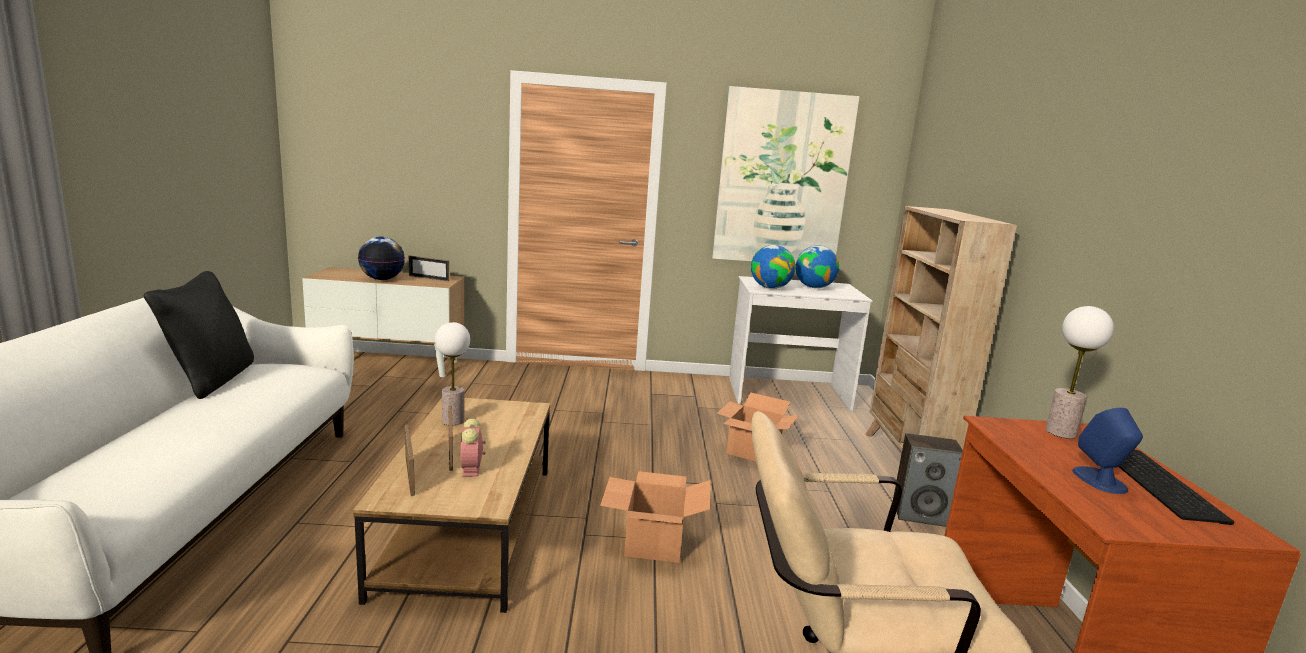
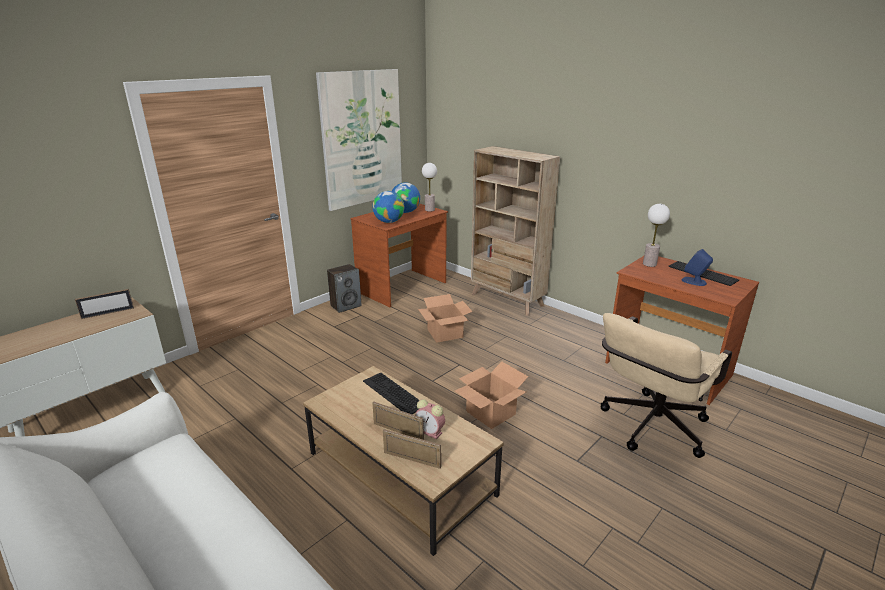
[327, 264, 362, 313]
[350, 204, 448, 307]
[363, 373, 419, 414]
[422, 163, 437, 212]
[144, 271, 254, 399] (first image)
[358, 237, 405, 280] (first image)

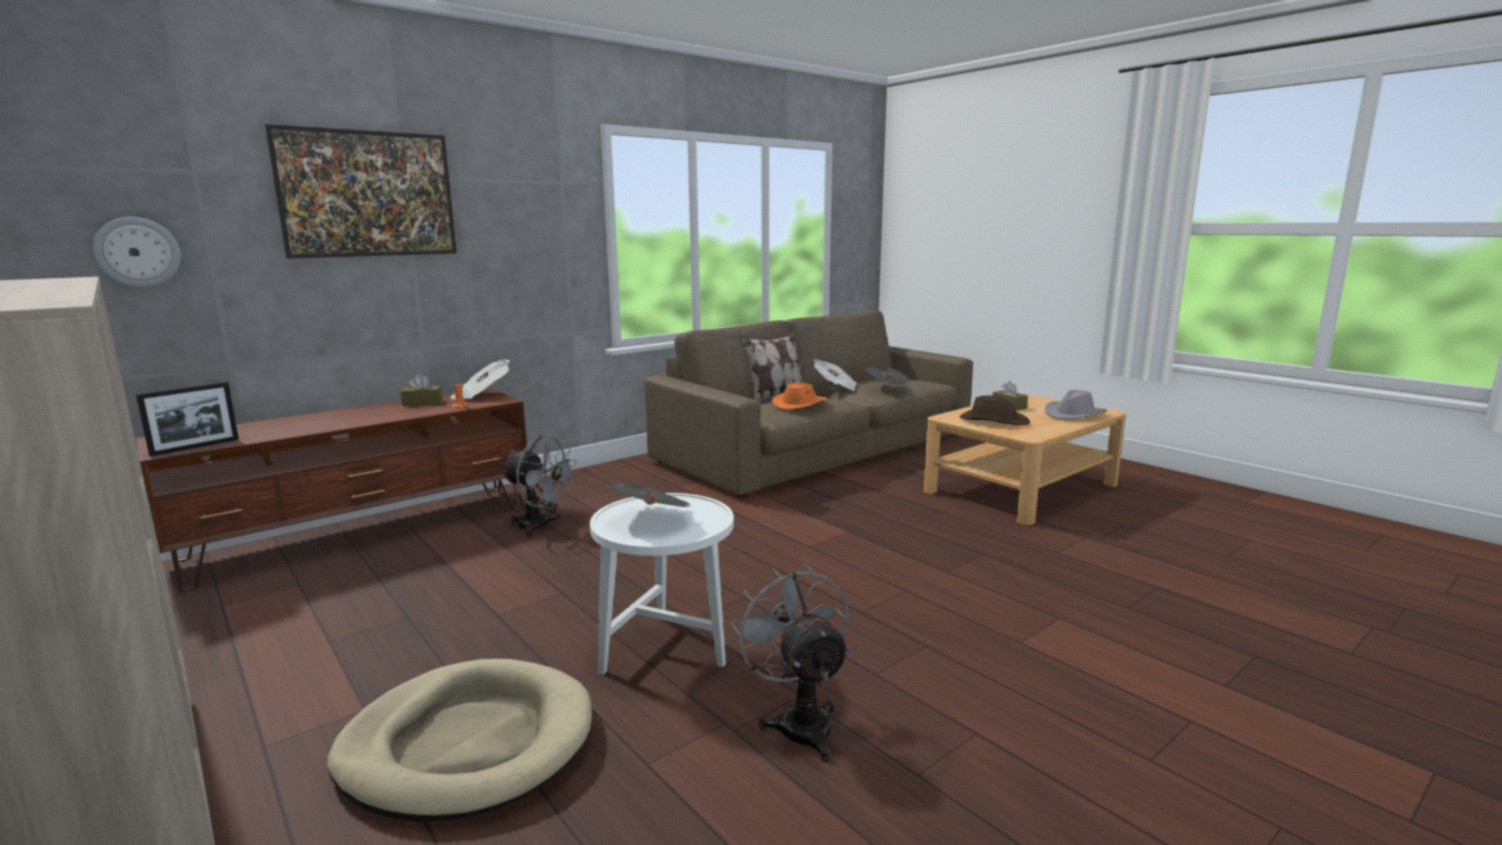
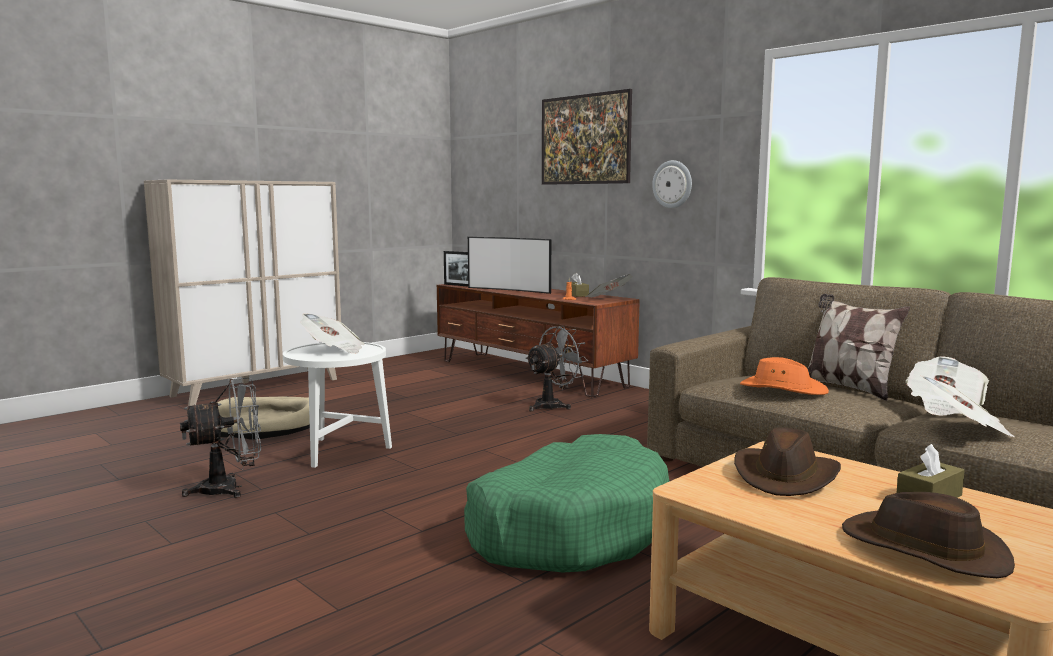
[464, 434, 670, 573]
[468, 237, 551, 294]
[525, 326, 588, 412]
[652, 160, 692, 208]
[842, 492, 1015, 578]

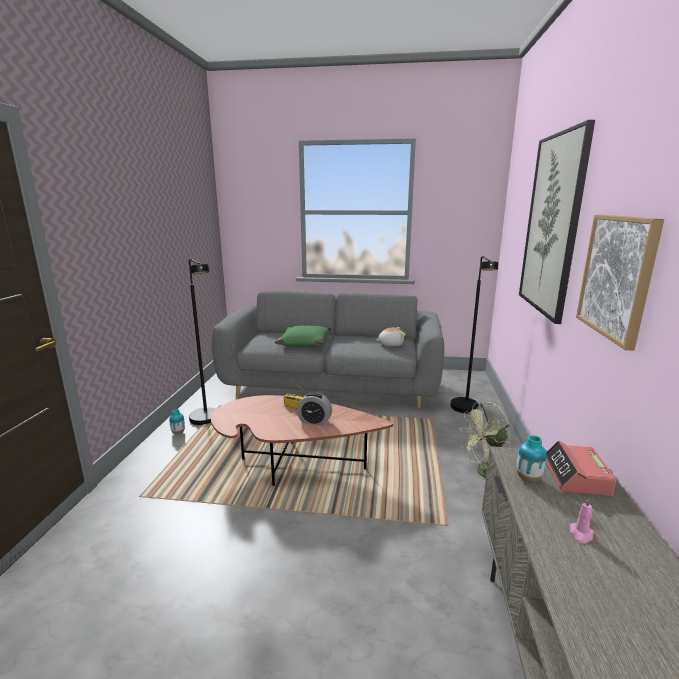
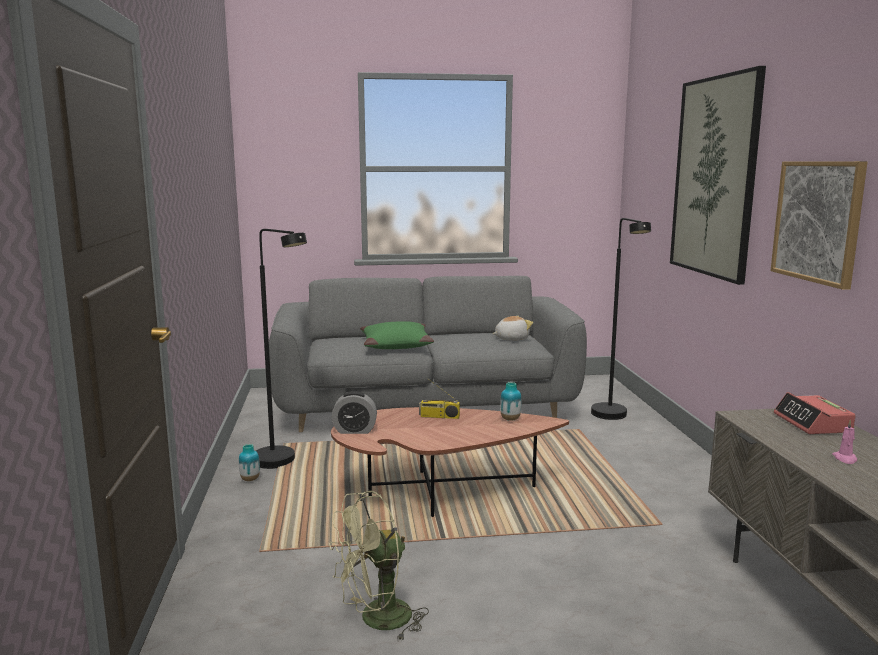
[329, 491, 429, 642]
[332, 391, 377, 434]
[500, 382, 521, 421]

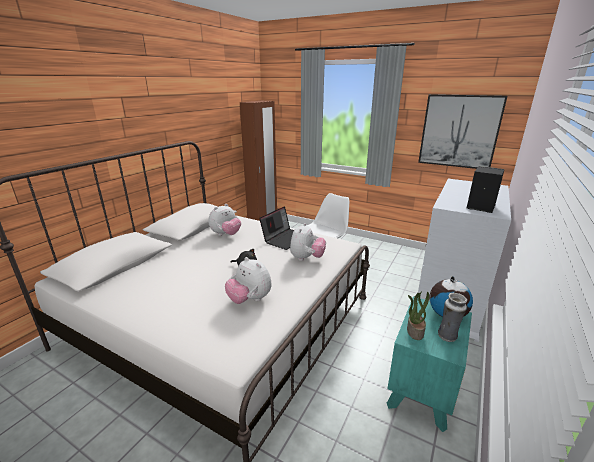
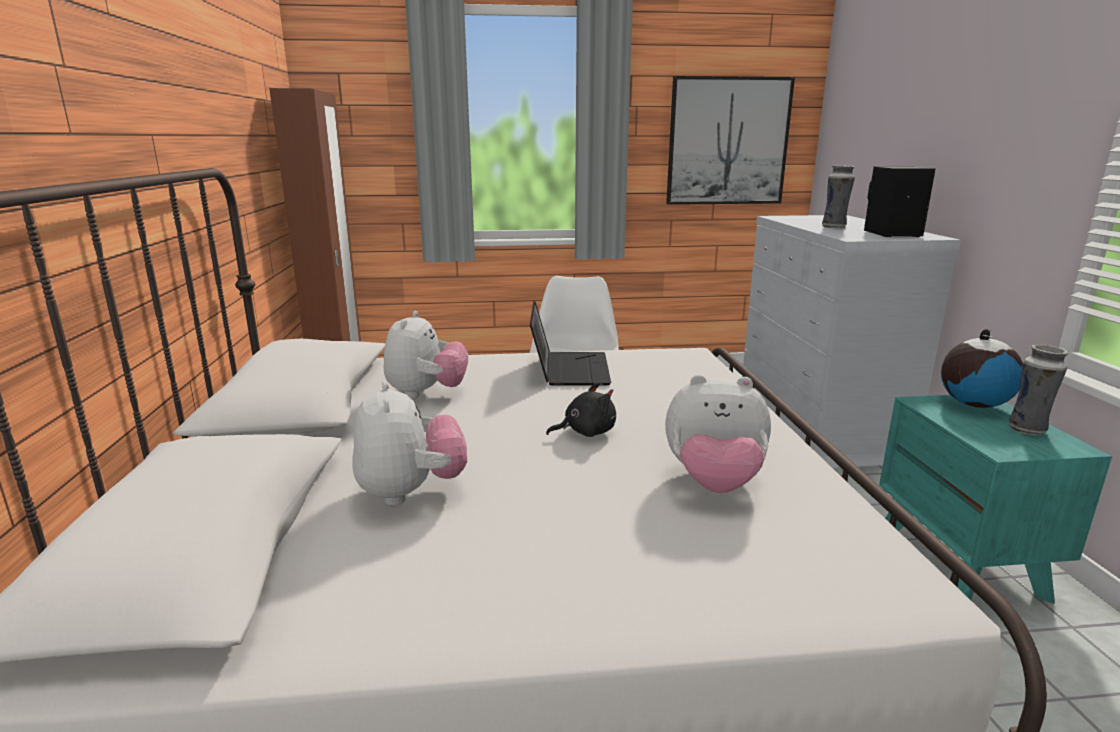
[352, 381, 467, 506]
[822, 165, 855, 229]
[407, 291, 429, 340] (first image)

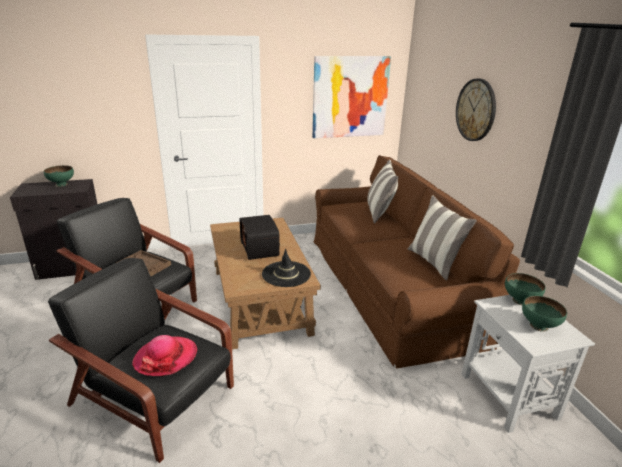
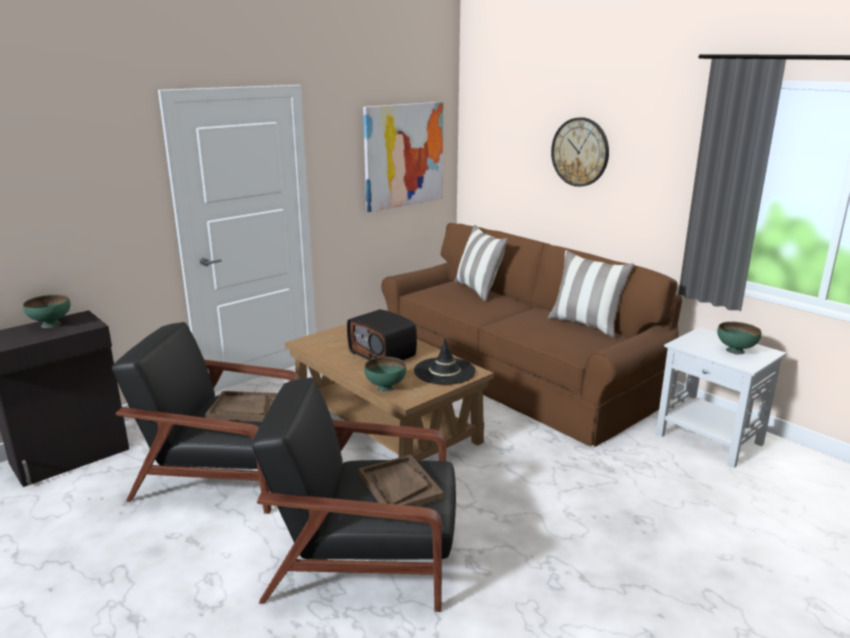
[359, 455, 444, 507]
[364, 357, 406, 392]

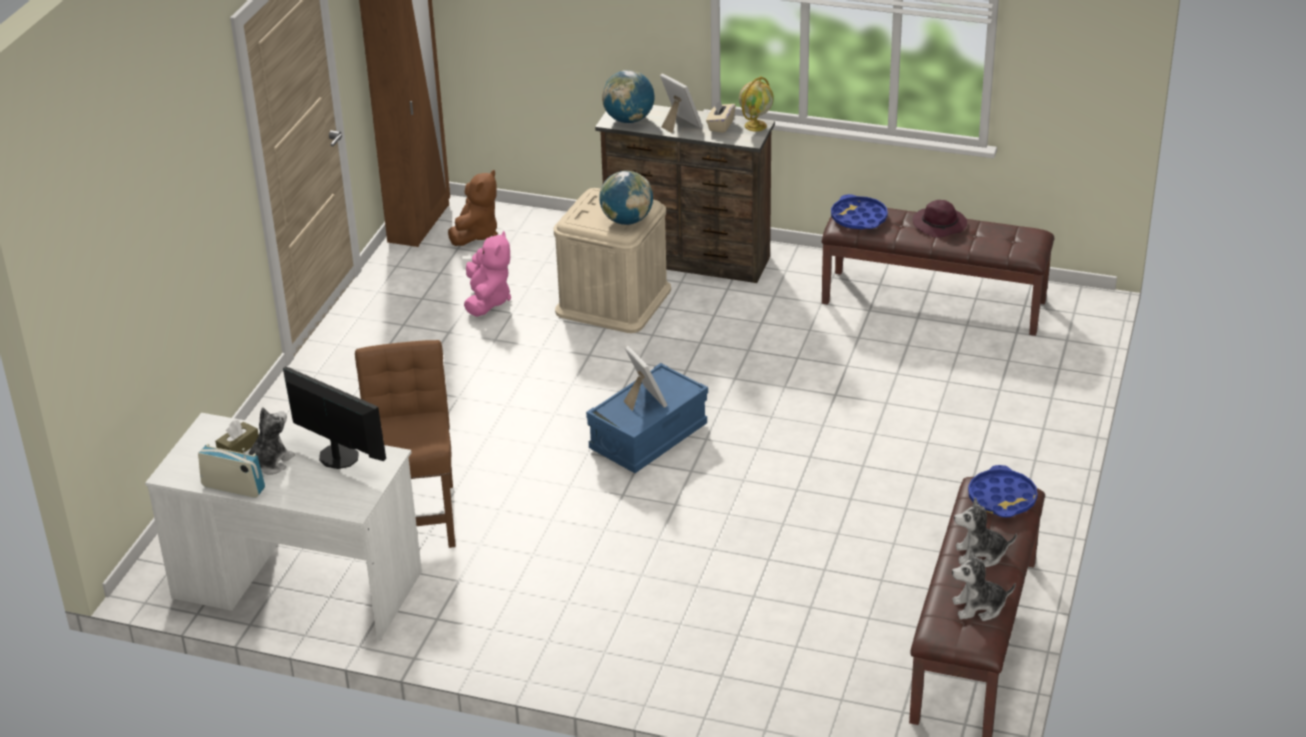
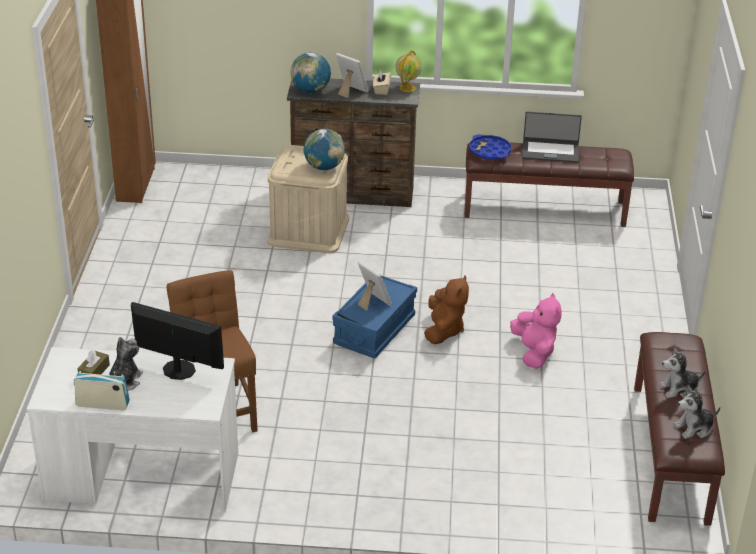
[424, 275, 469, 344]
[510, 293, 562, 369]
[522, 112, 582, 163]
[968, 465, 1038, 517] (first image)

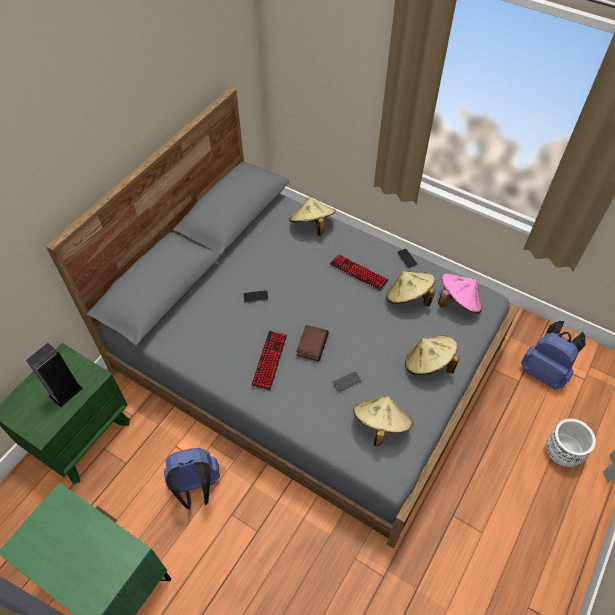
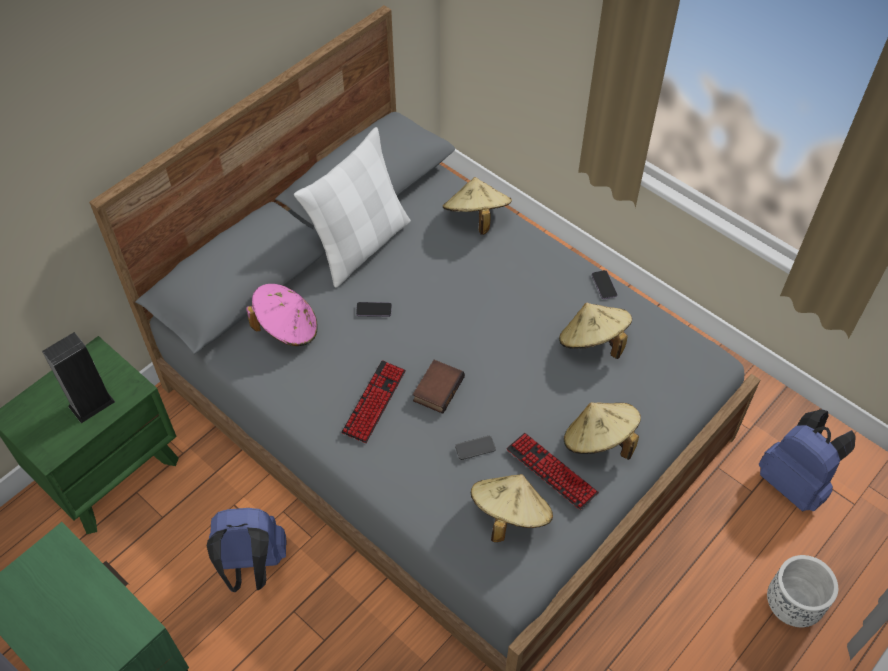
[246, 284, 318, 346]
[294, 127, 411, 288]
[506, 433, 599, 510]

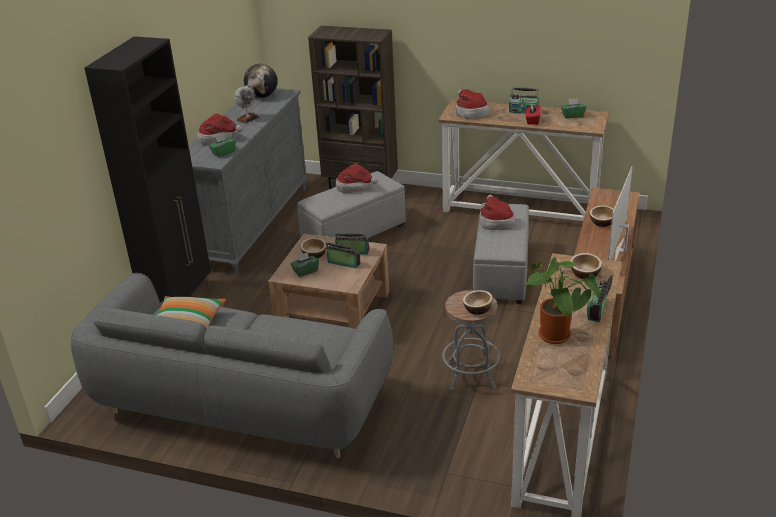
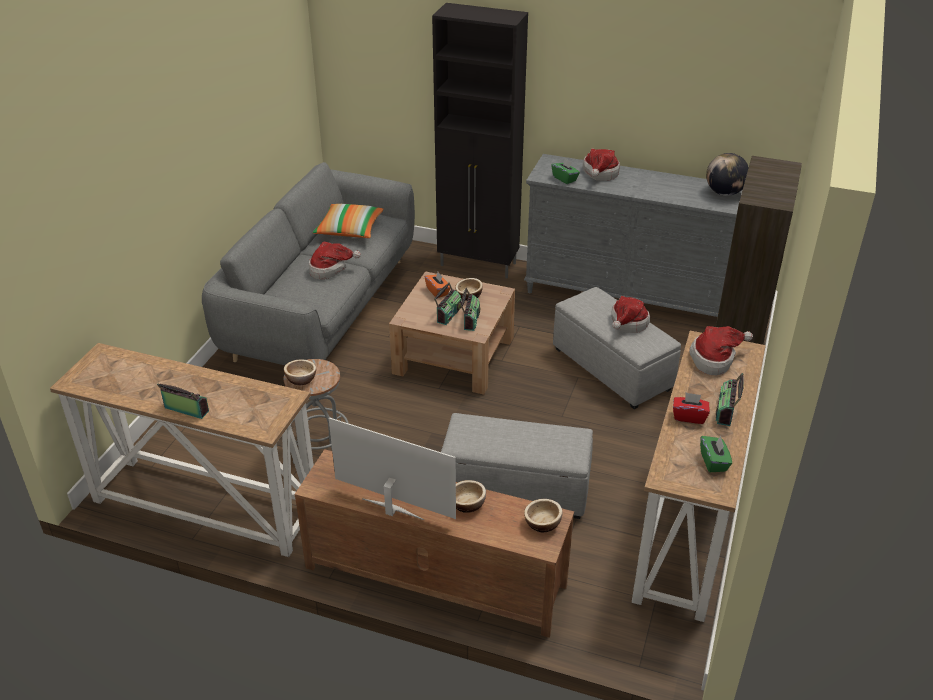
[309, 242, 361, 280]
[425, 272, 450, 298]
[524, 499, 563, 533]
[234, 85, 259, 124] (first image)
[526, 257, 600, 344] (first image)

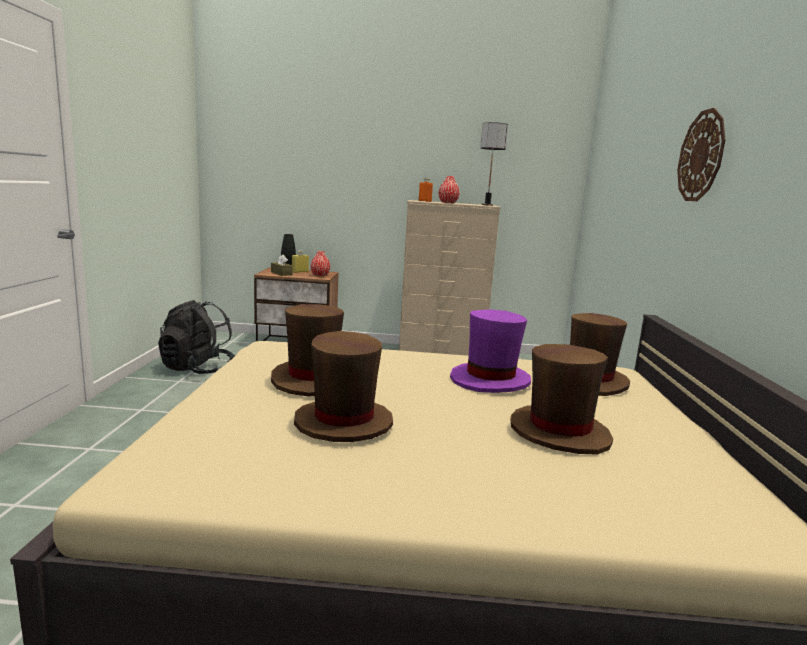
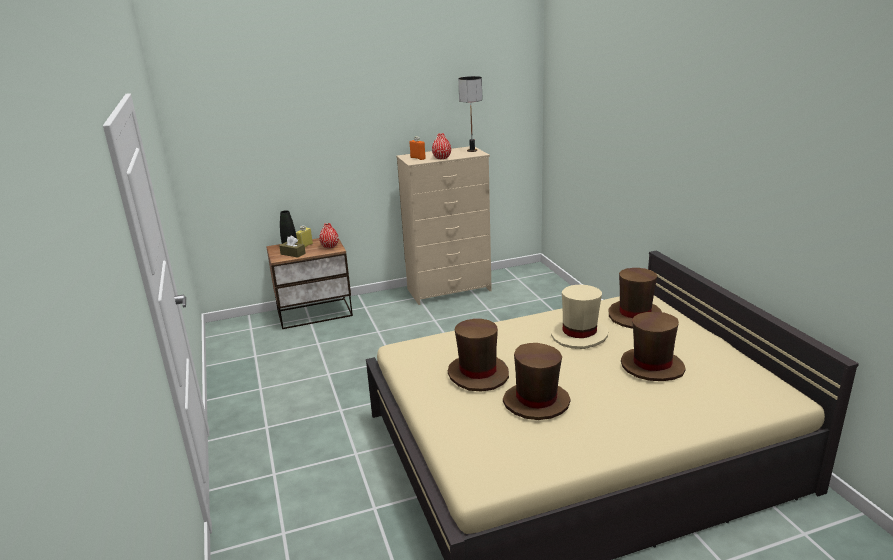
[551, 284, 608, 349]
[158, 300, 236, 374] (first image)
[677, 108, 725, 201] (first image)

